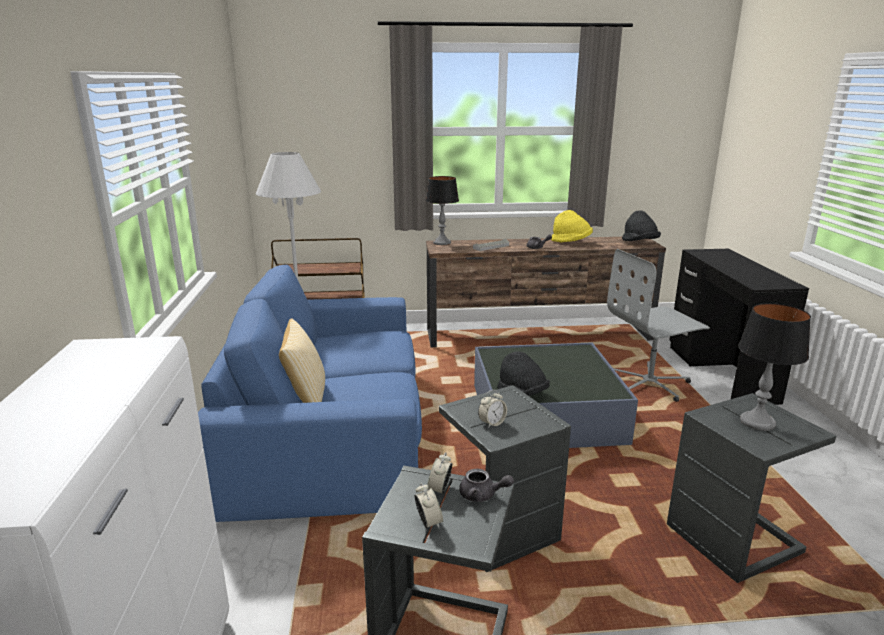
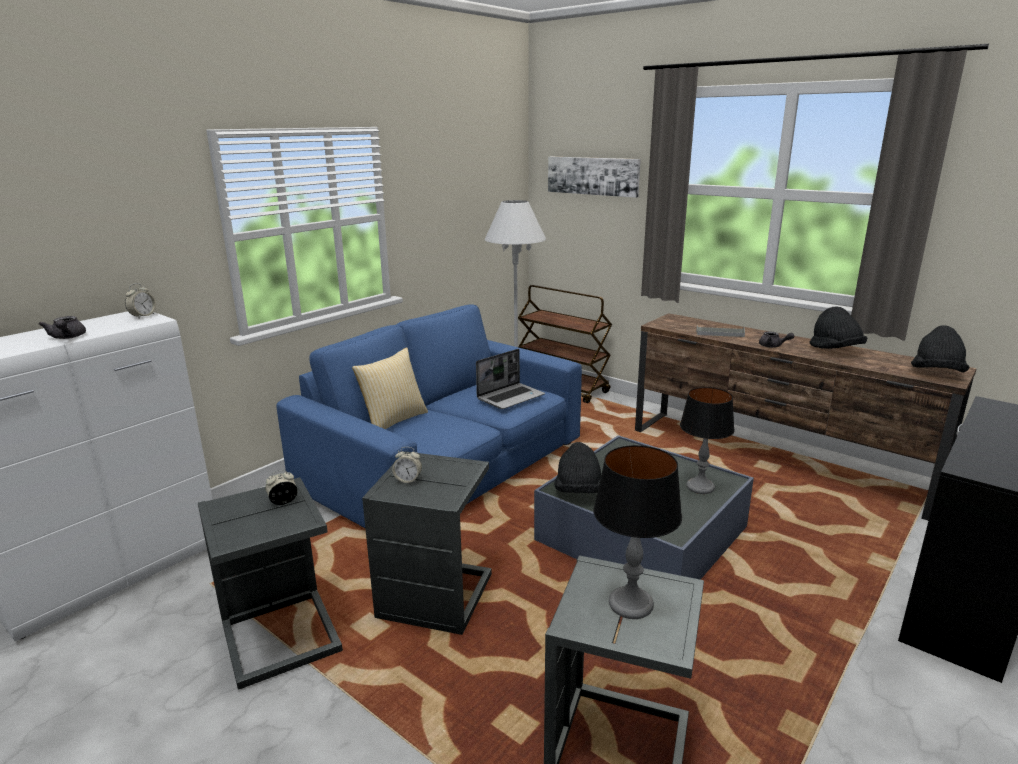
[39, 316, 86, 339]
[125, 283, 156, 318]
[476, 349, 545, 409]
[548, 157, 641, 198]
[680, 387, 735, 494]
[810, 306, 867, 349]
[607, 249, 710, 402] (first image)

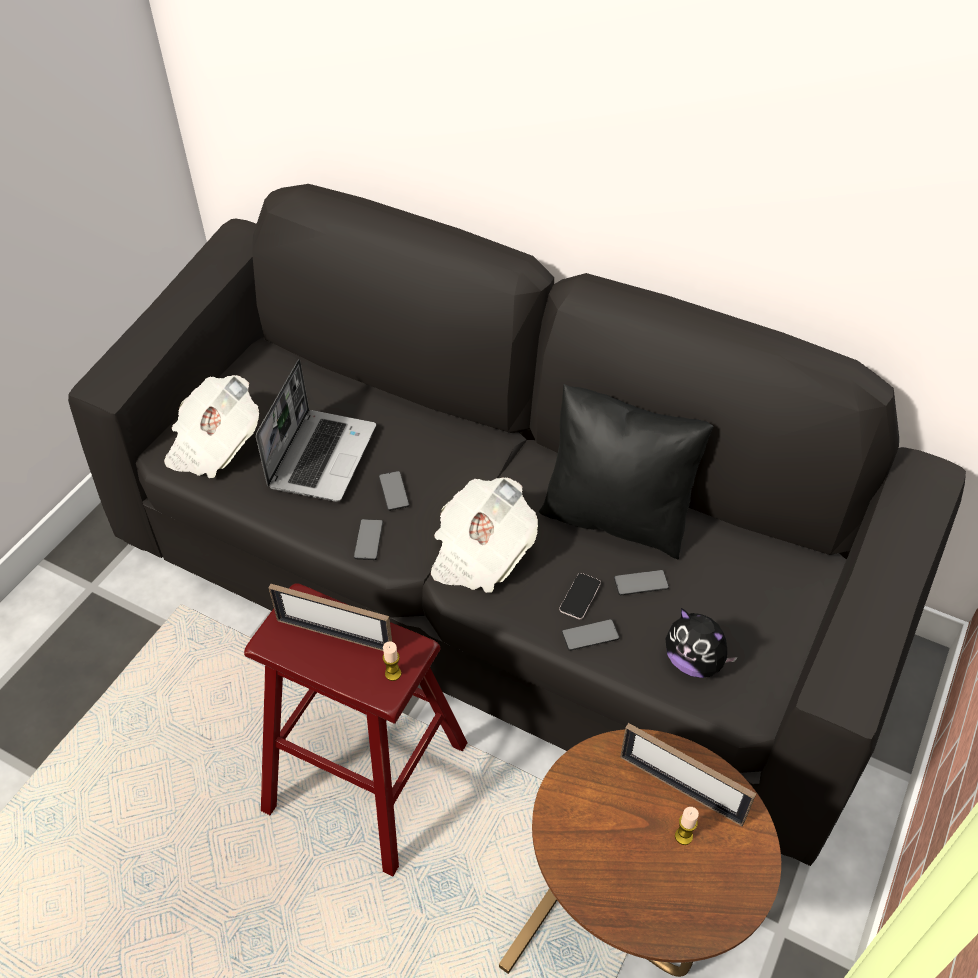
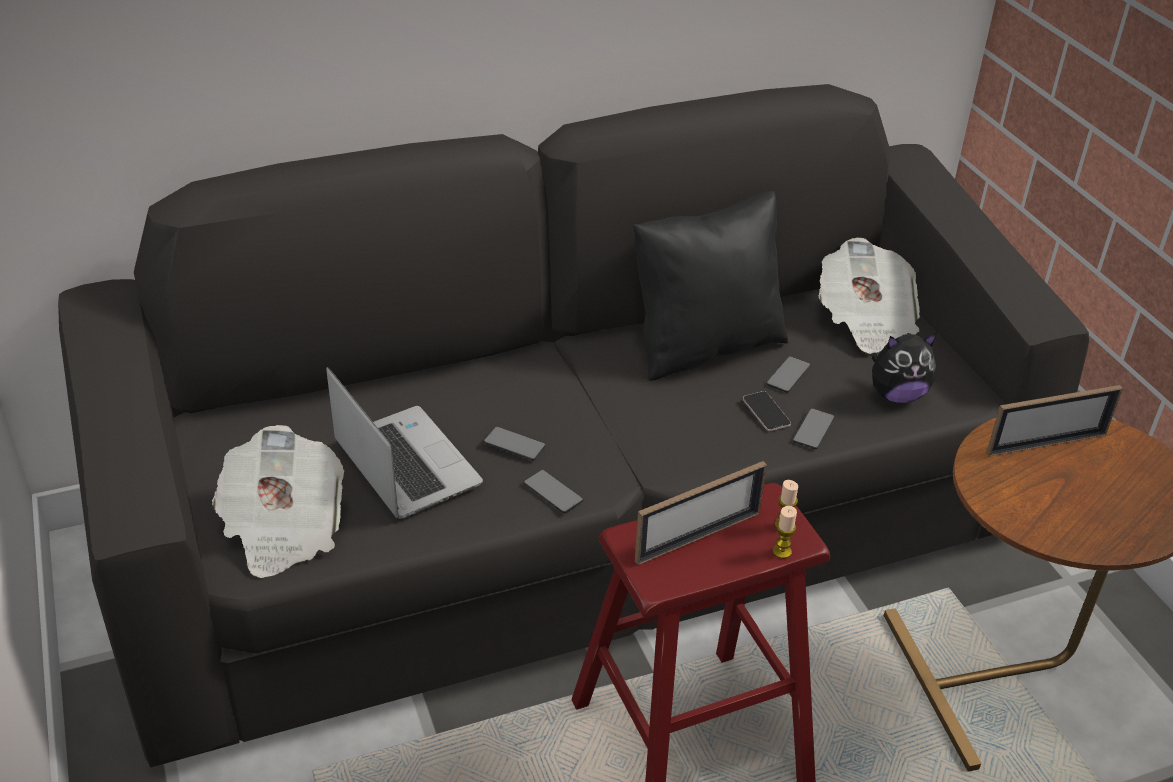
[773, 506, 797, 559]
[818, 238, 920, 354]

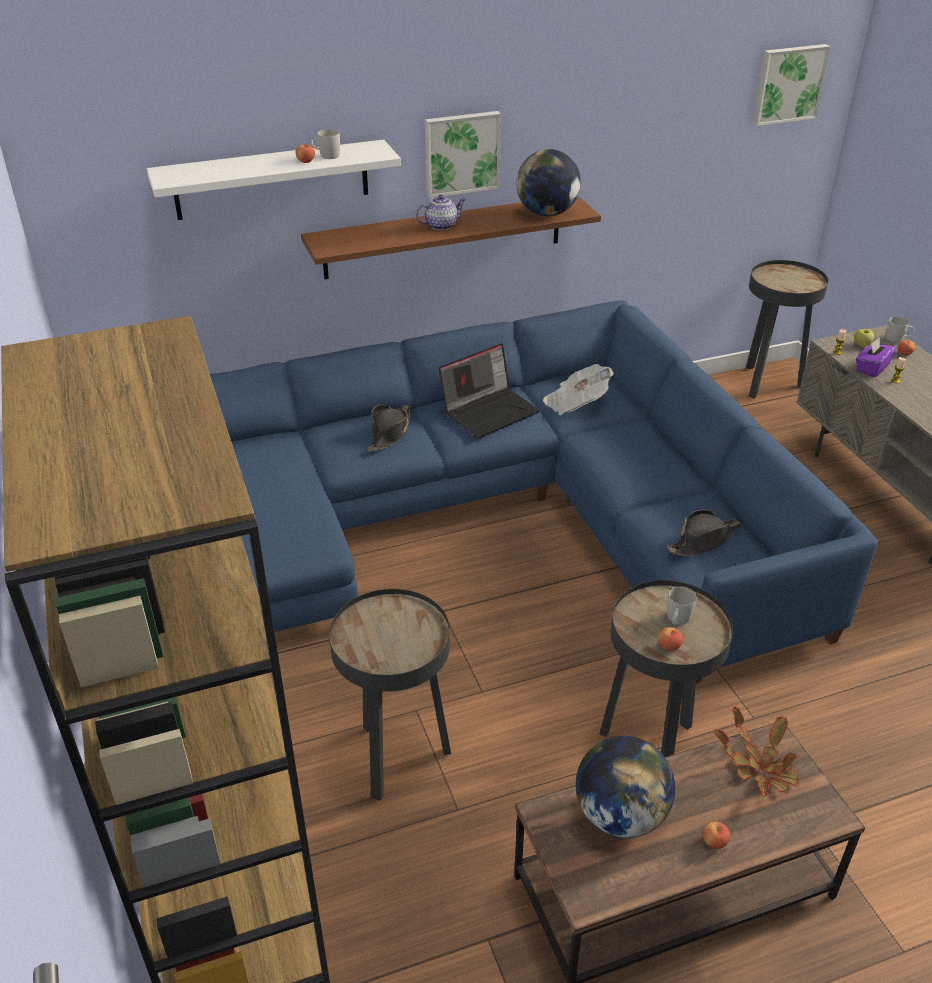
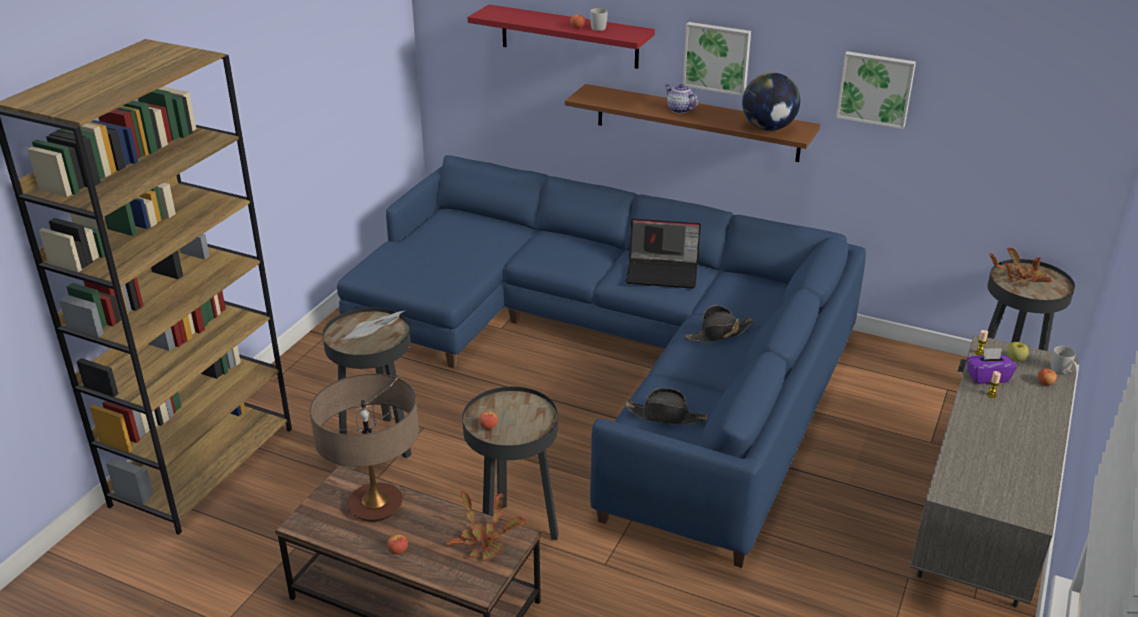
[310, 374, 419, 522]
[341, 311, 404, 340]
[468, 5, 655, 69]
[665, 84, 698, 113]
[685, 305, 753, 342]
[836, 51, 916, 129]
[989, 247, 1052, 286]
[667, 587, 696, 625] (first image)

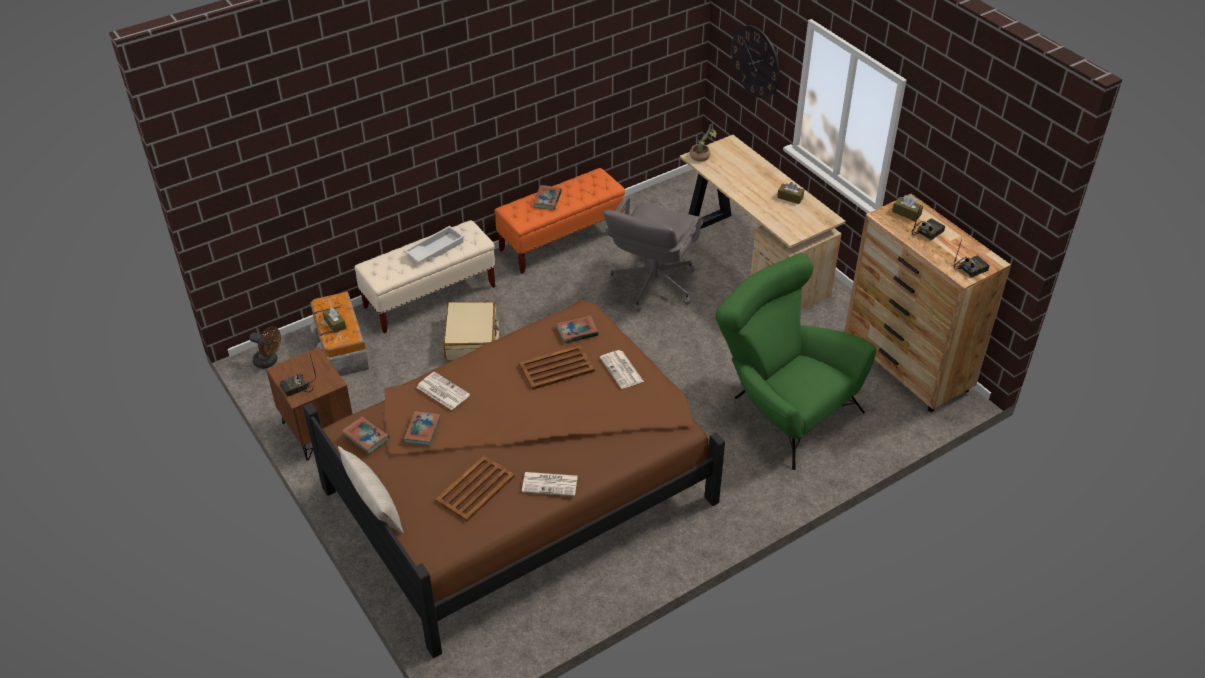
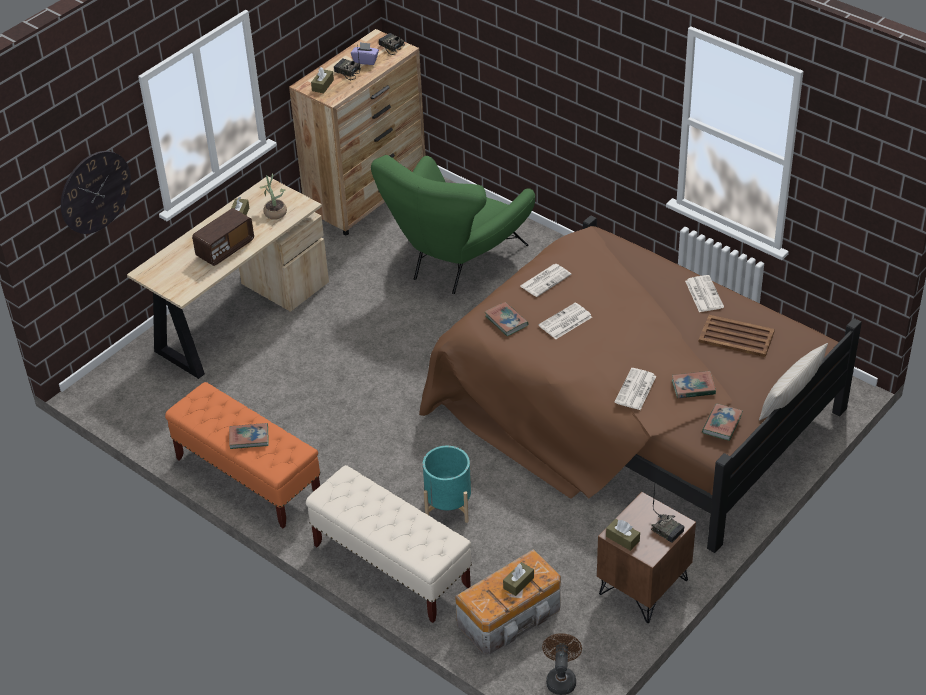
[192, 208, 254, 266]
[260, 174, 287, 220]
[351, 42, 379, 65]
[423, 446, 471, 523]
[539, 302, 592, 339]
[606, 519, 640, 551]
[404, 226, 465, 262] (first image)
[603, 197, 703, 312] (first image)

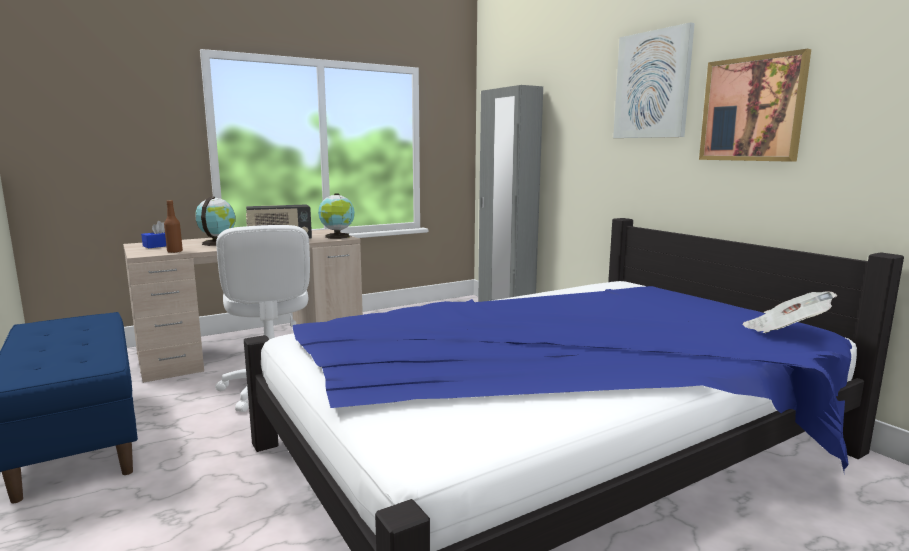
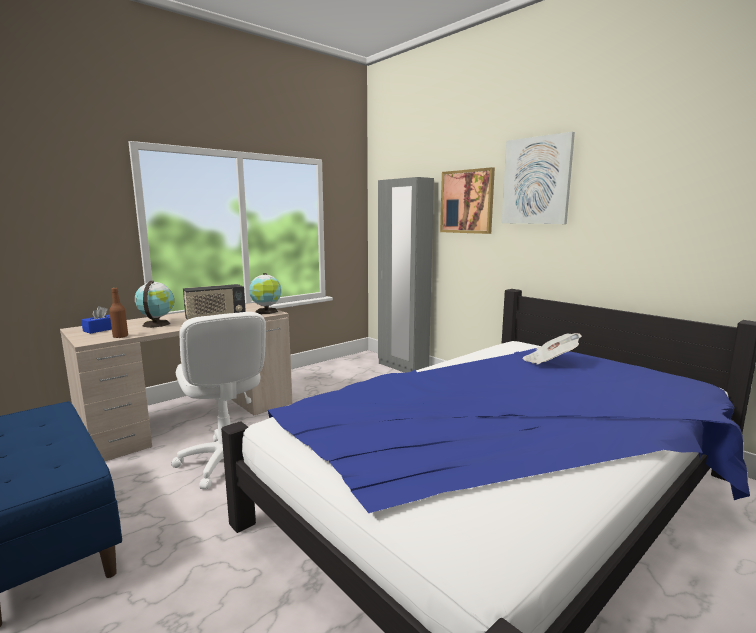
[440, 167, 495, 234]
[522, 333, 582, 365]

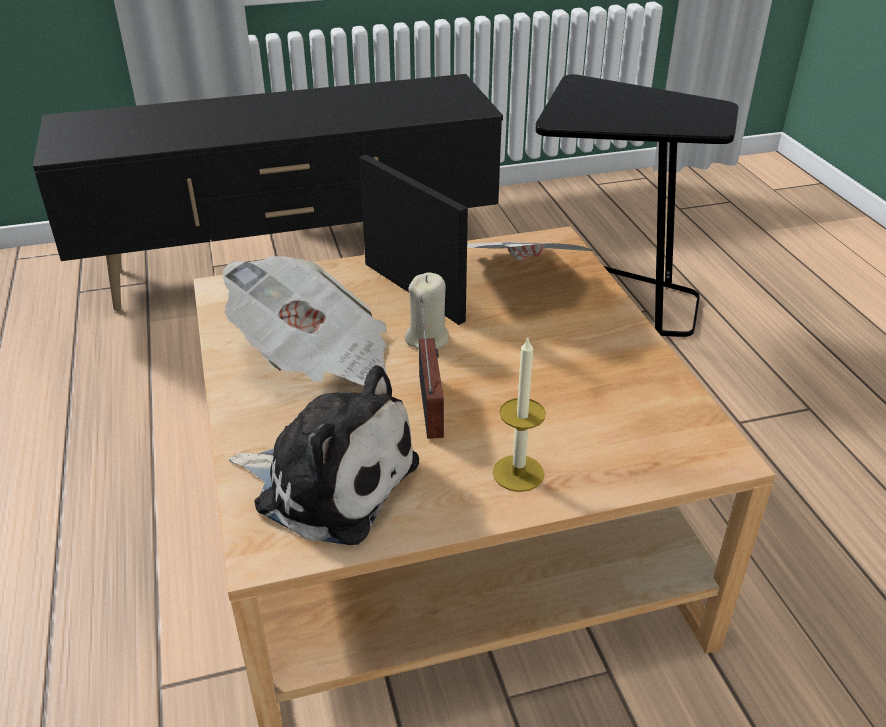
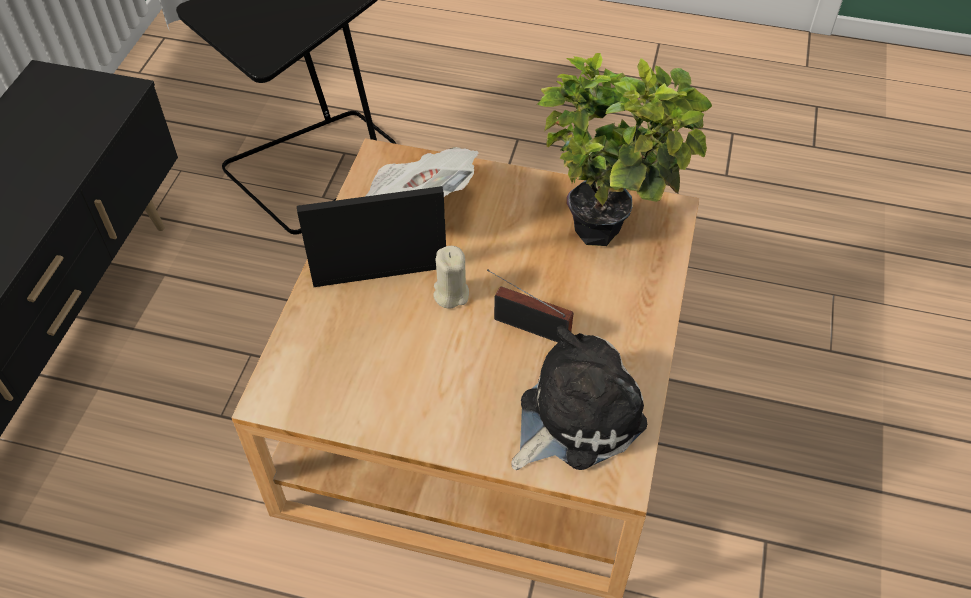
[537, 53, 712, 246]
[222, 256, 387, 386] (first image)
[493, 338, 546, 492] (first image)

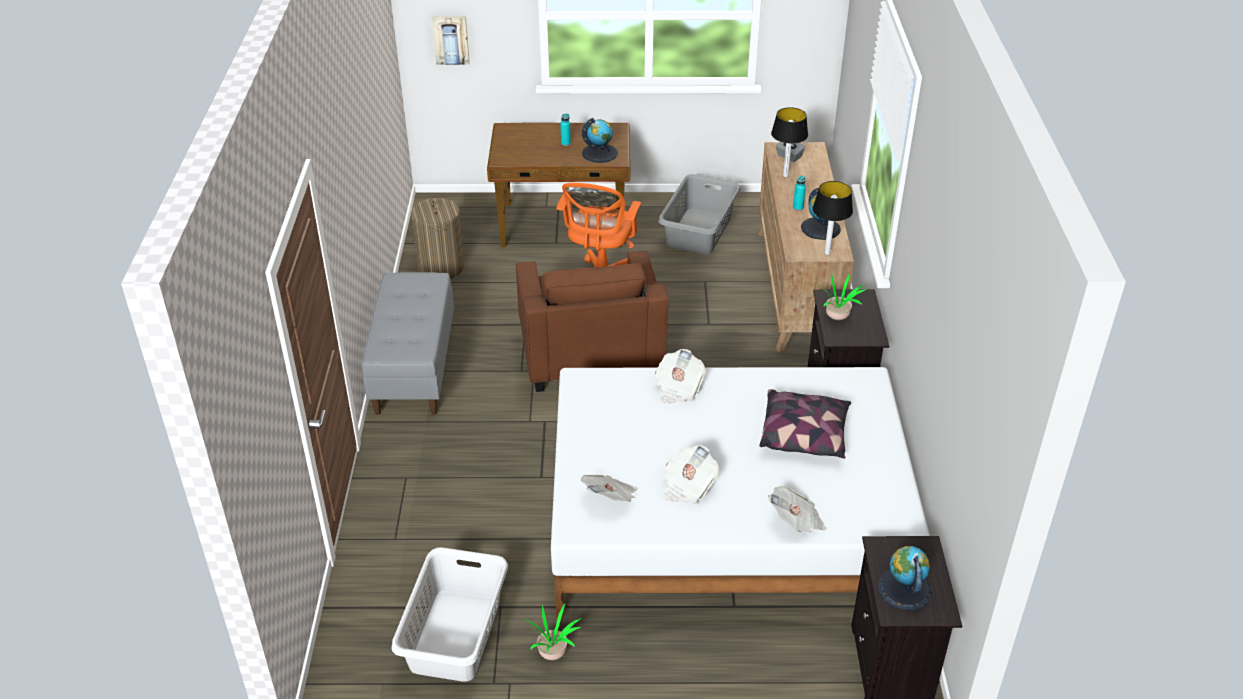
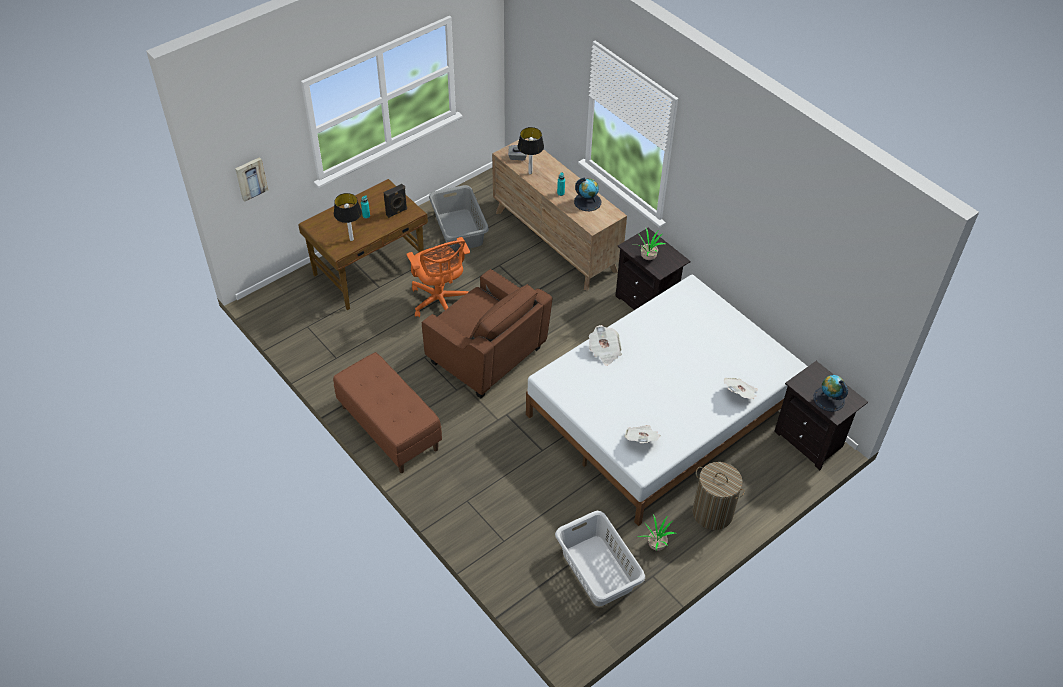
[333, 352, 442, 473]
[334, 193, 362, 241]
[384, 184, 407, 218]
[692, 462, 745, 530]
[664, 445, 719, 504] (first image)
[760, 389, 851, 458] (first image)

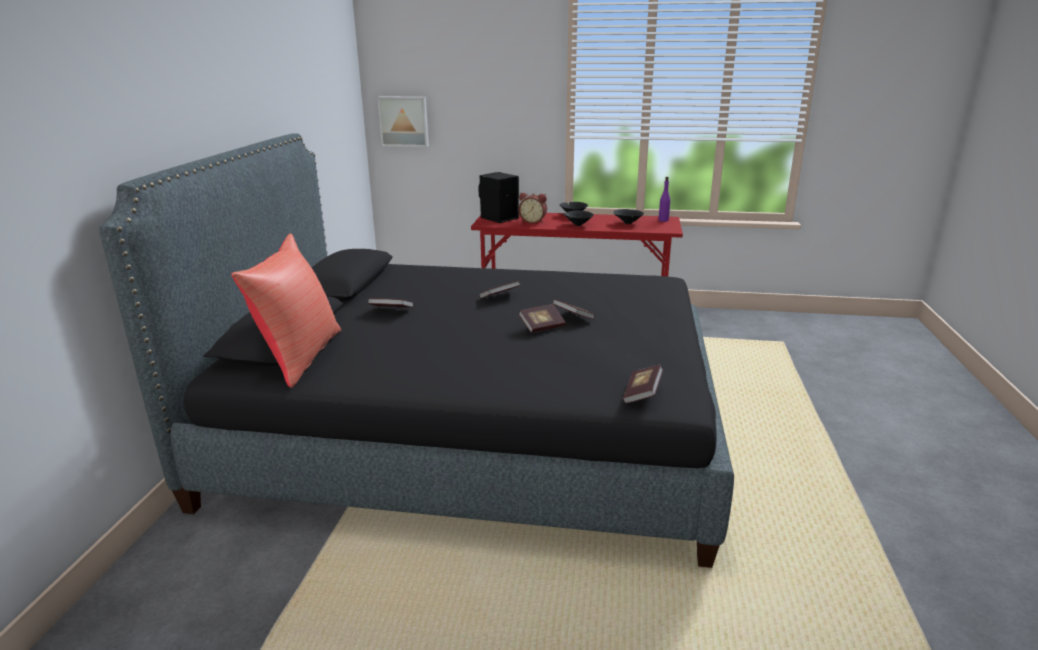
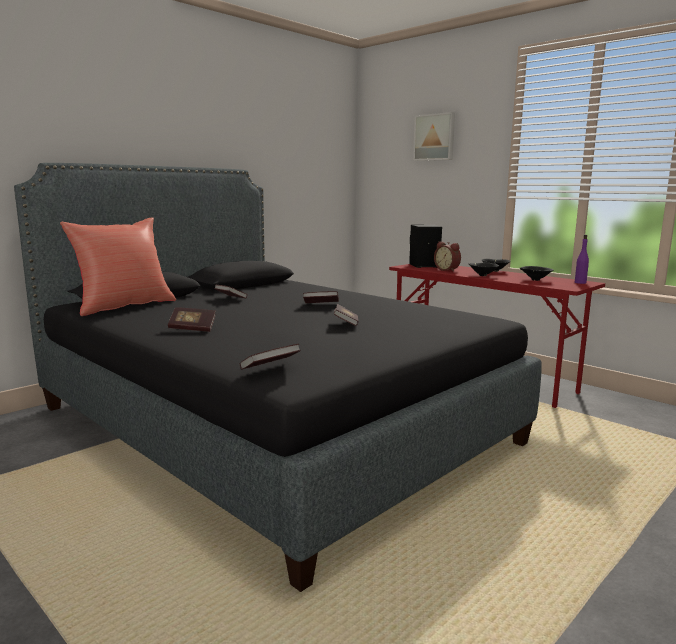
[168, 307, 216, 332]
[413, 112, 455, 161]

